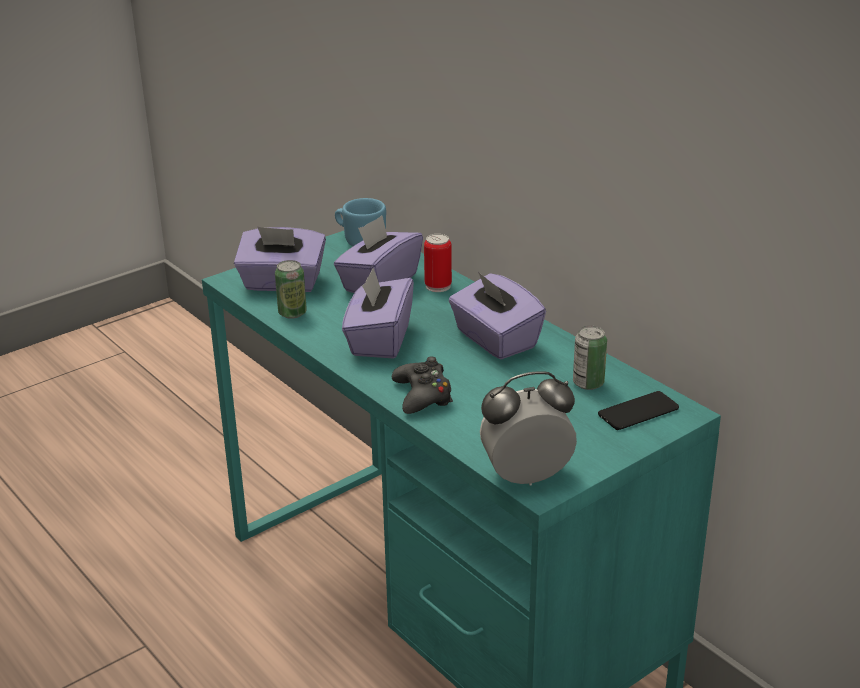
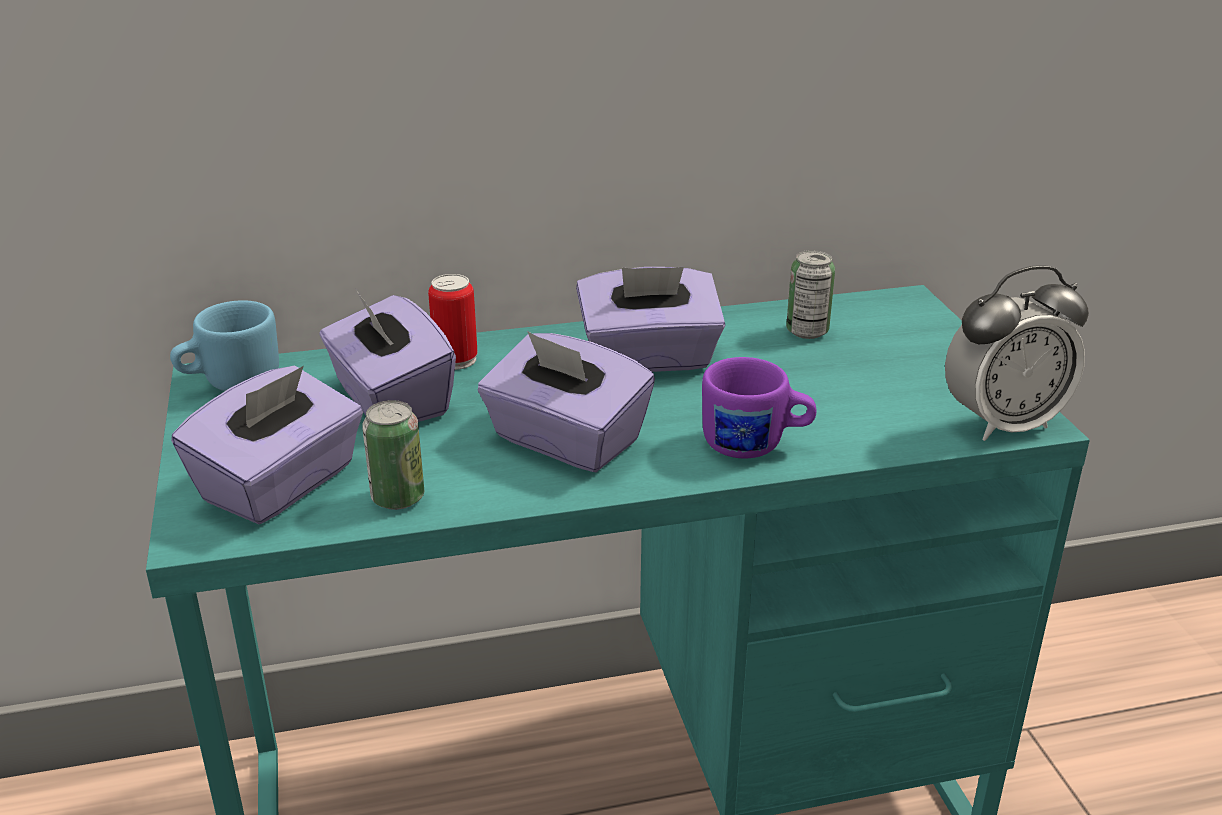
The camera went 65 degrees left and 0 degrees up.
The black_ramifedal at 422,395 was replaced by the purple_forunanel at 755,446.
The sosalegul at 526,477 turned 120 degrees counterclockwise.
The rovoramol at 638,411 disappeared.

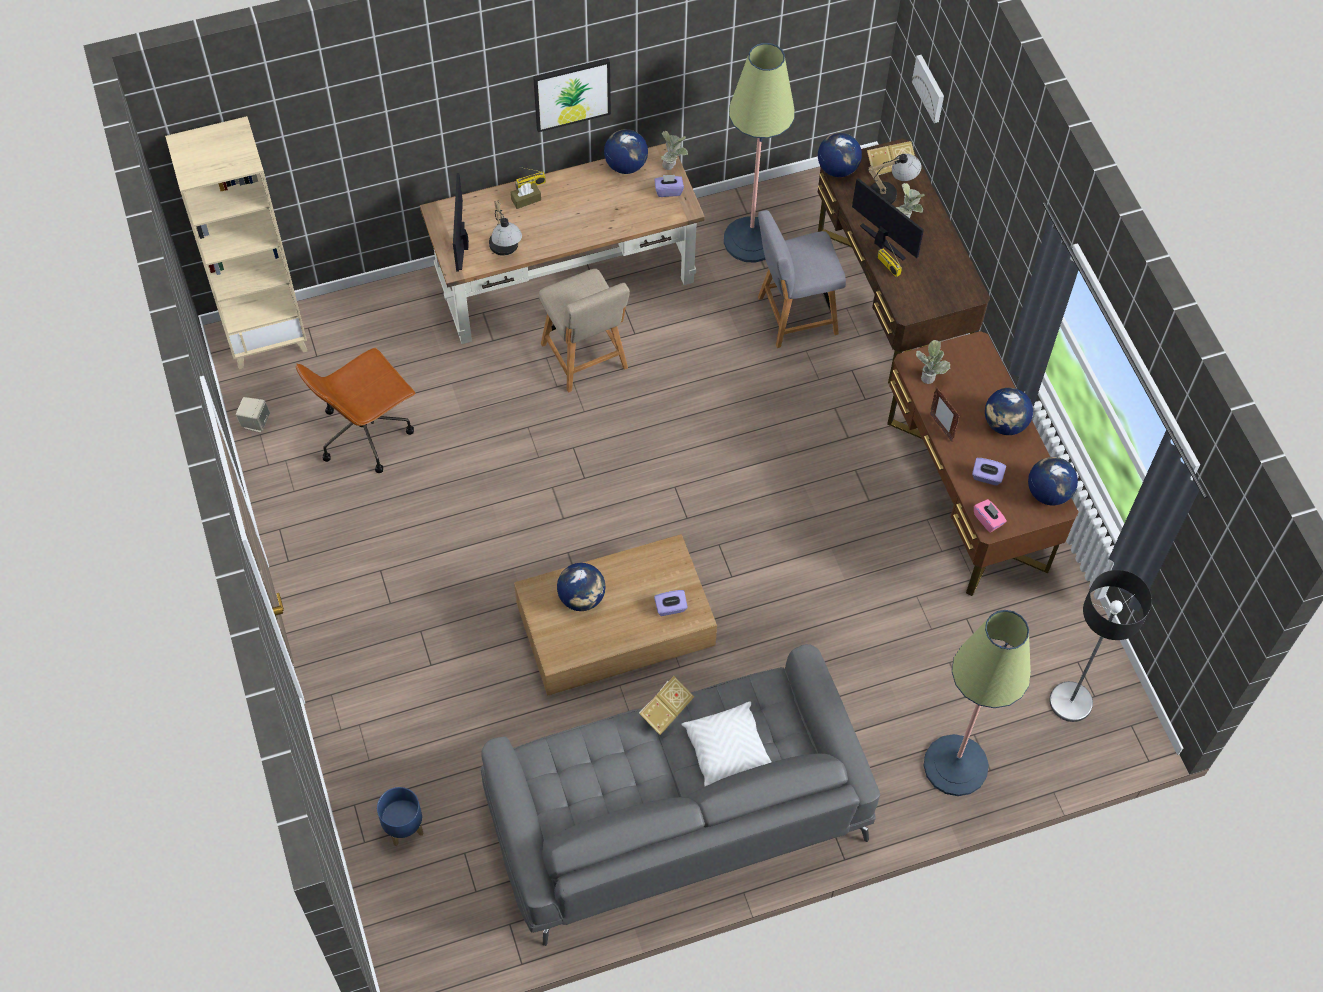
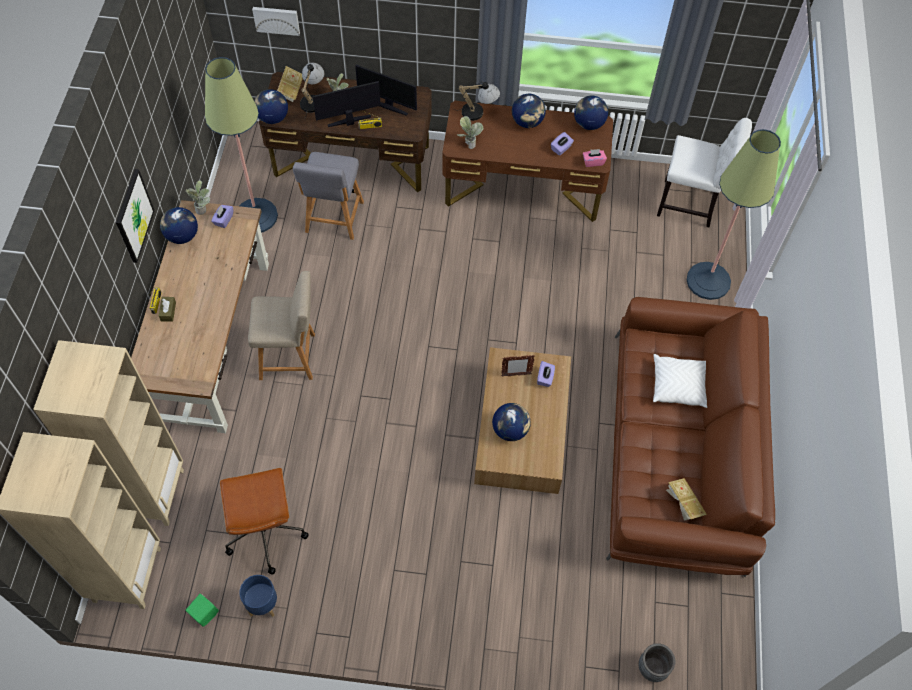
The camera went 65 degrees left and 0 degrees up.
The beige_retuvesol at 255,422 became the green_retuvesol at 204,614.
The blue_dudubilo moved from 403,827 to 263,605.
The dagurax moved from 463,246 to 388,106.
The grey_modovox at 675,811 became the brown_modovox at 676,451.
The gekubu moved from 506,250 to 478,113.
The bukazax moved from 665,710 to 683,504.
The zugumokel moved from 941,427 to 516,375.
The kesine at 1070,702 was replaced by the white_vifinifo at 690,205.
The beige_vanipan at 151,493 appeared.
The grey_dudubilo at 652,667 appeared.

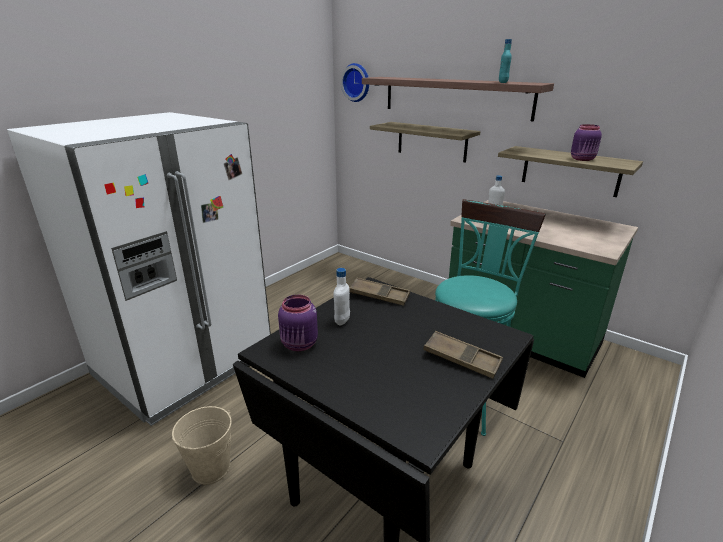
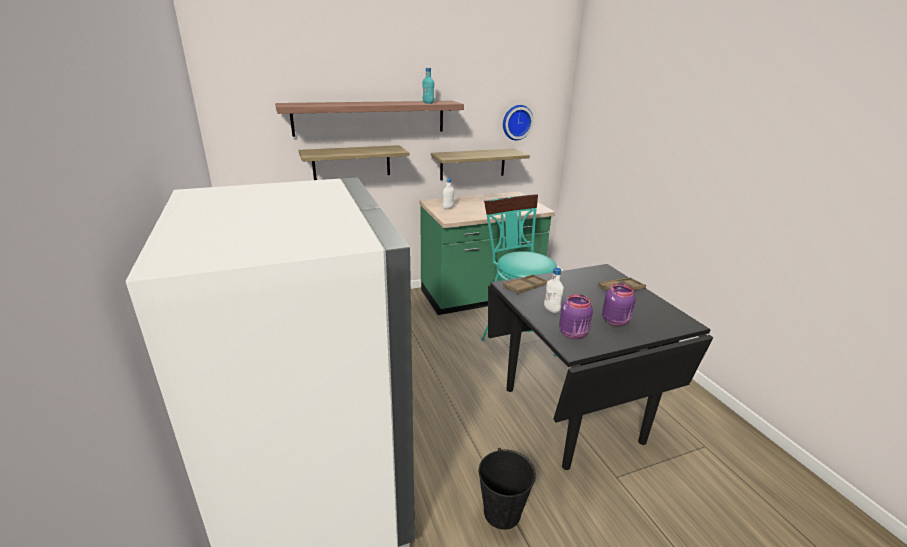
The camera went 60 degrees left and 0 degrees up.
The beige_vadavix at 211,468 became the black_vadavix at 502,512.
The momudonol moved from 357,82 to 516,122.
The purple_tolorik moved from 583,159 to 616,321.

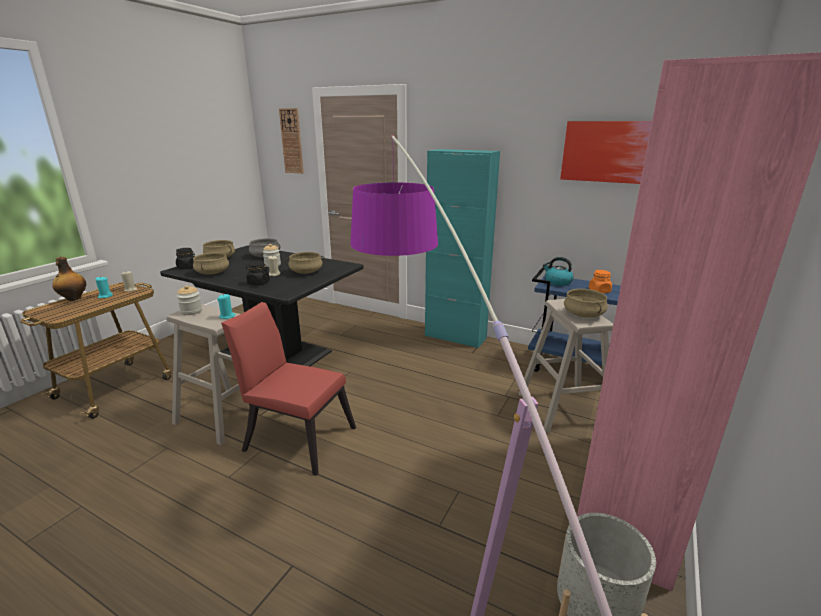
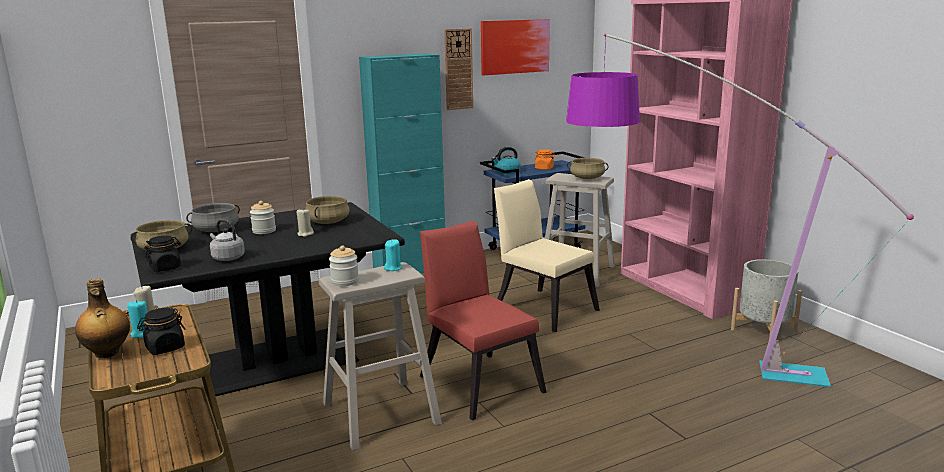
The camera went 55 degrees left and 5 degrees down.
The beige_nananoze at 212,273 was replaced by the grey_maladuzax at 227,258.
The red_vifinifo at 296,436 turned 90 degrees clockwise.
The black_tolorik moved from 258,283 to 165,348.
The momudonol moved from 292,141 to 458,69.
The beige_vifinifo at 542,307 appeared.

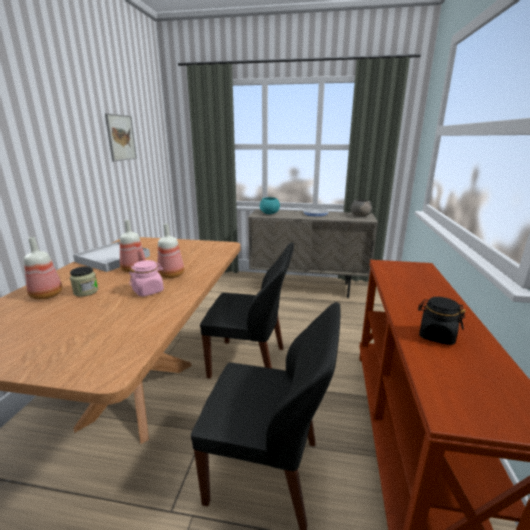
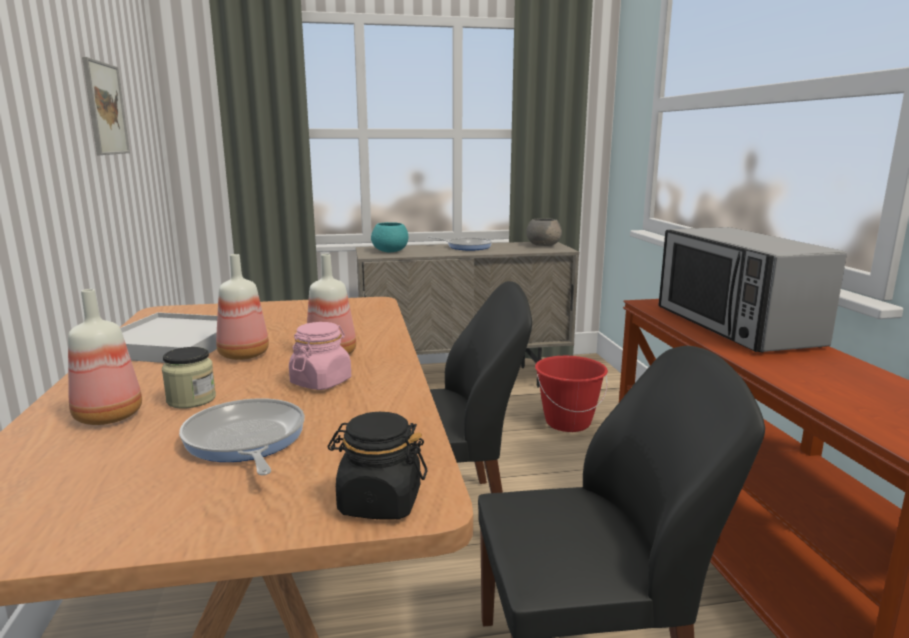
The camera went 20 degrees left and 5 degrees down.
The black_tolorik moved from 436,336 to 379,502.
The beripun at 245,441 appeared.
The red_vadavix at 567,422 appeared.
The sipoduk at 734,326 appeared.

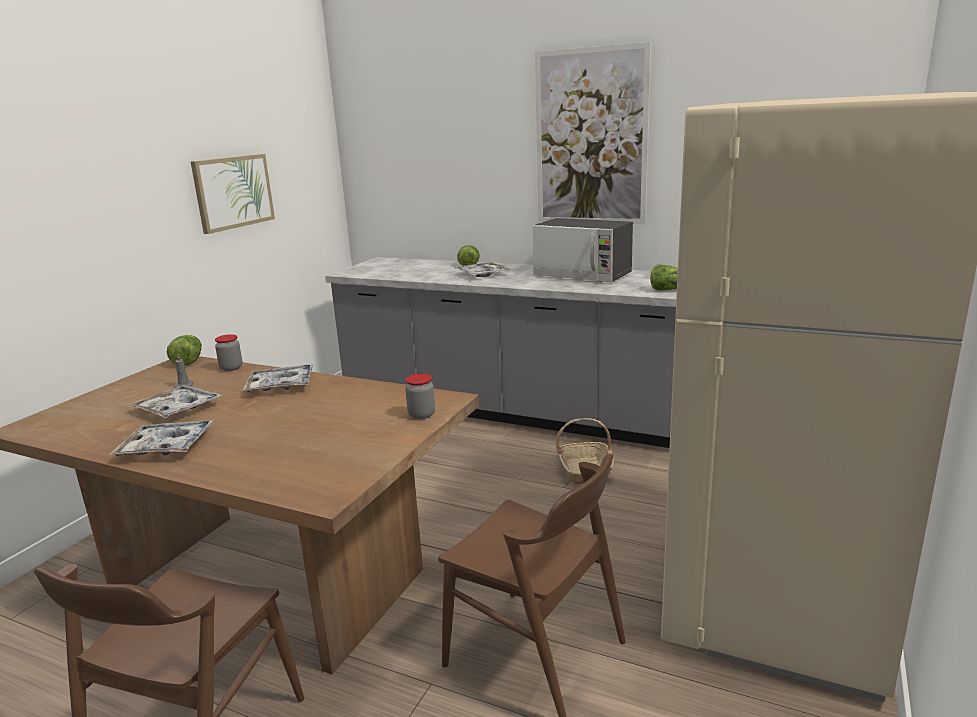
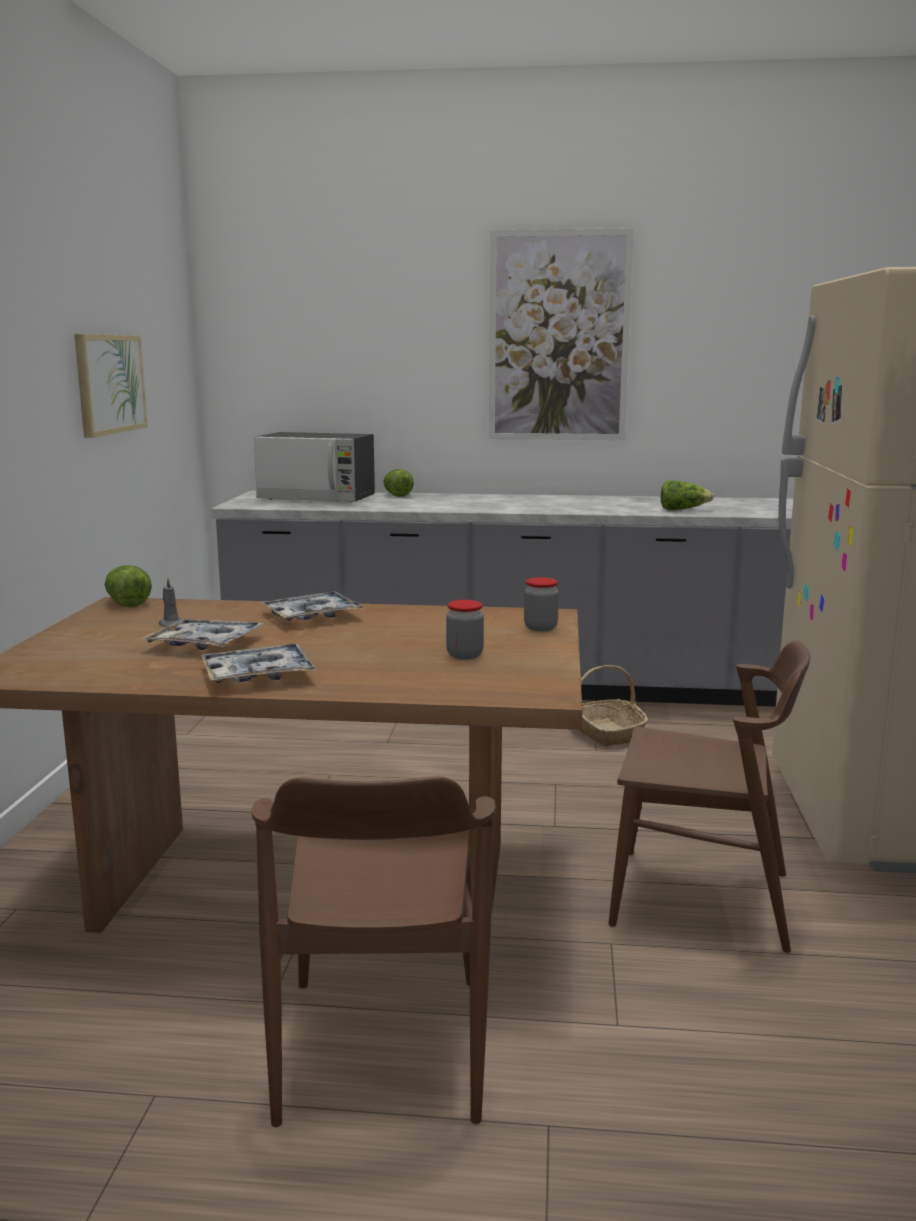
The camera went 20 degrees left and 5 degrees down.
The tolorik moved from 231,368 to 464,655.
The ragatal at 483,275 disappeared.
The sipoduk moved from 583,275 to 317,498.

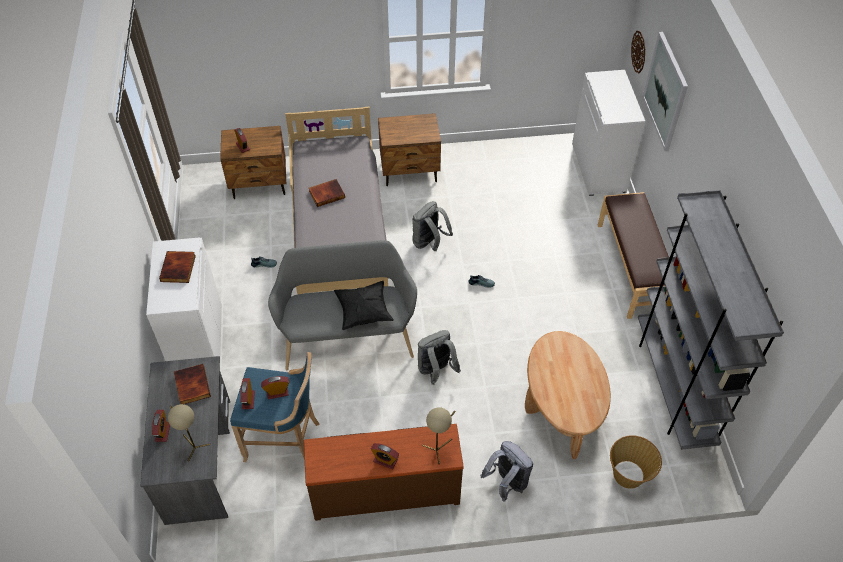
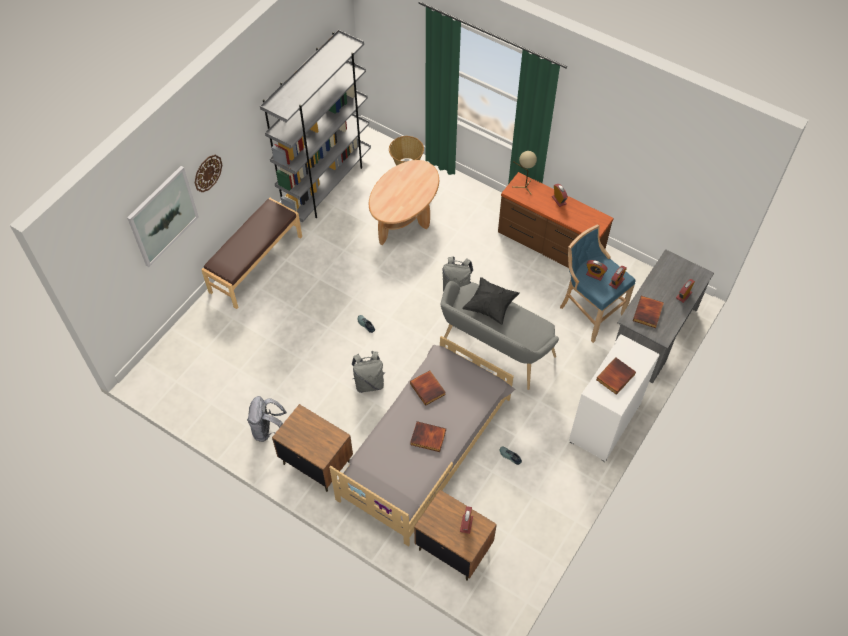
The camera went 140 degrees left and 5 degrees up.
The beige_gekubu at 193,446 disappeared.
The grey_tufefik moved from 507,482 to 268,430.
The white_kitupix at 599,168 disappeared.
The momudonol moved from 639,51 to 207,173.
The bukazax at 428,388 appeared.

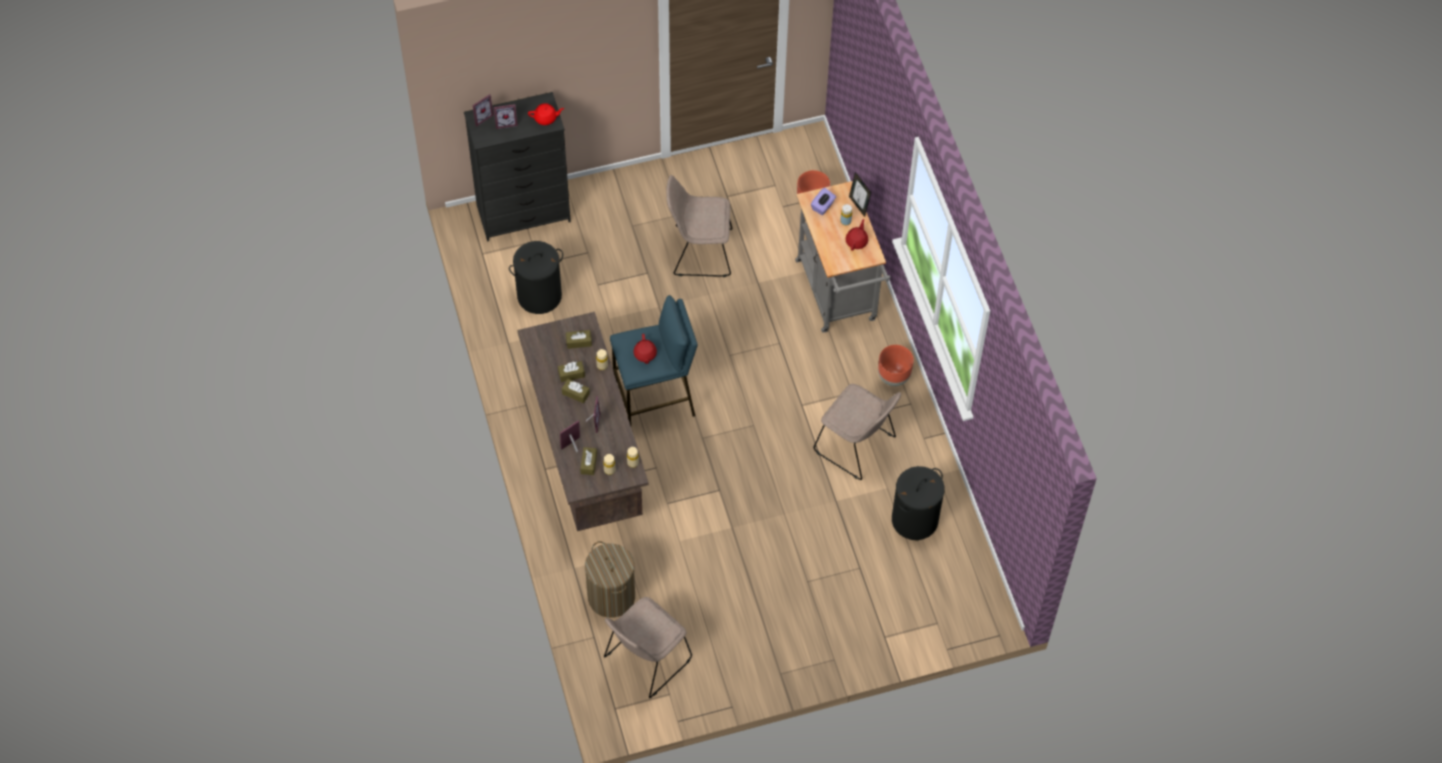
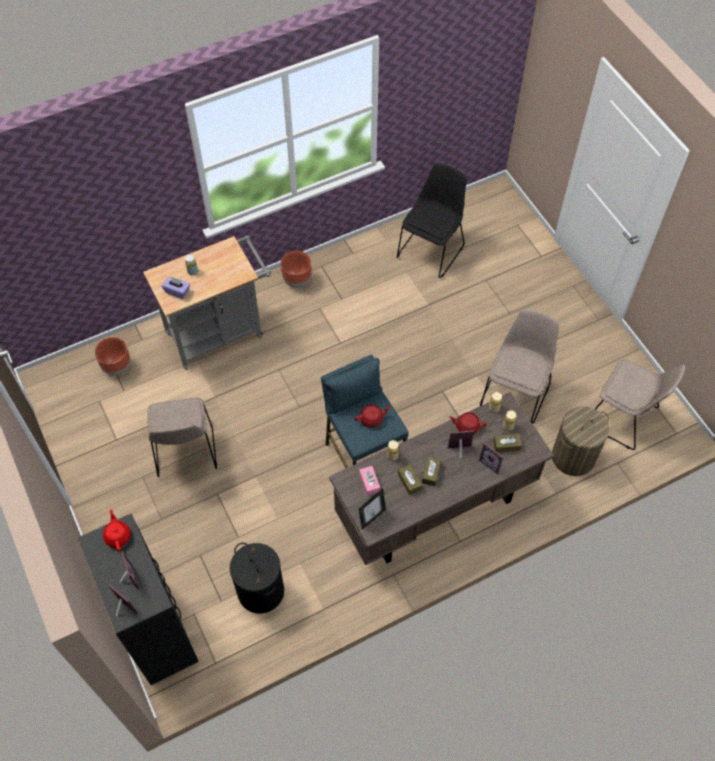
The camera went 100 degrees left and 0 degrees up.
The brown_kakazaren at 579,342 became the pink_kakazaren at 369,483.
The beige_vifinifo moved from 857,446 to 515,393.
The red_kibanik moved from 857,241 to 467,426.
The zugumokel moved from 858,205 to 372,517.
The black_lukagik at 914,520 was replaced by the black_vifinifo at 431,250.

